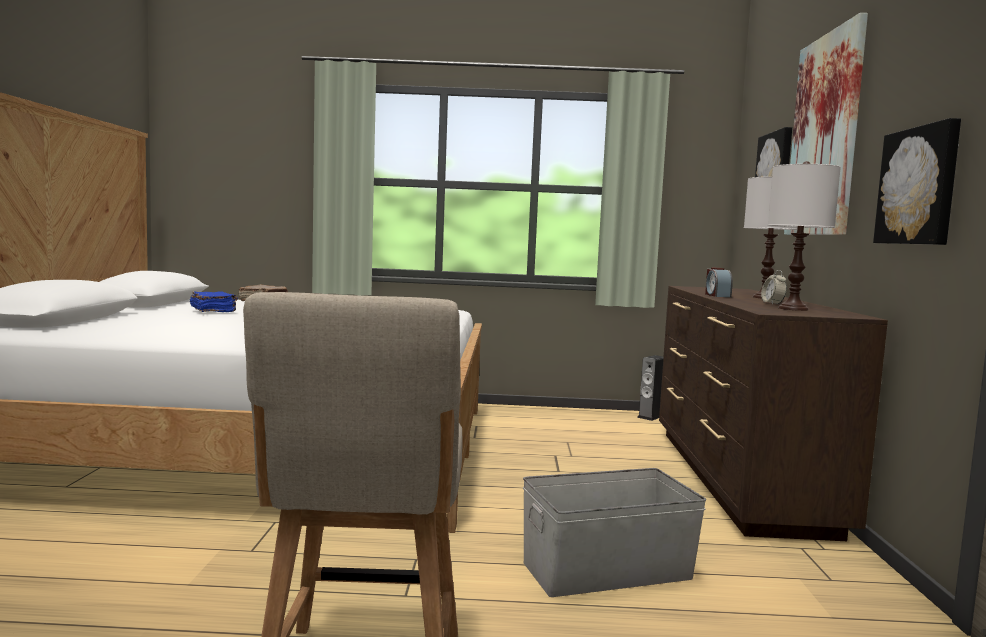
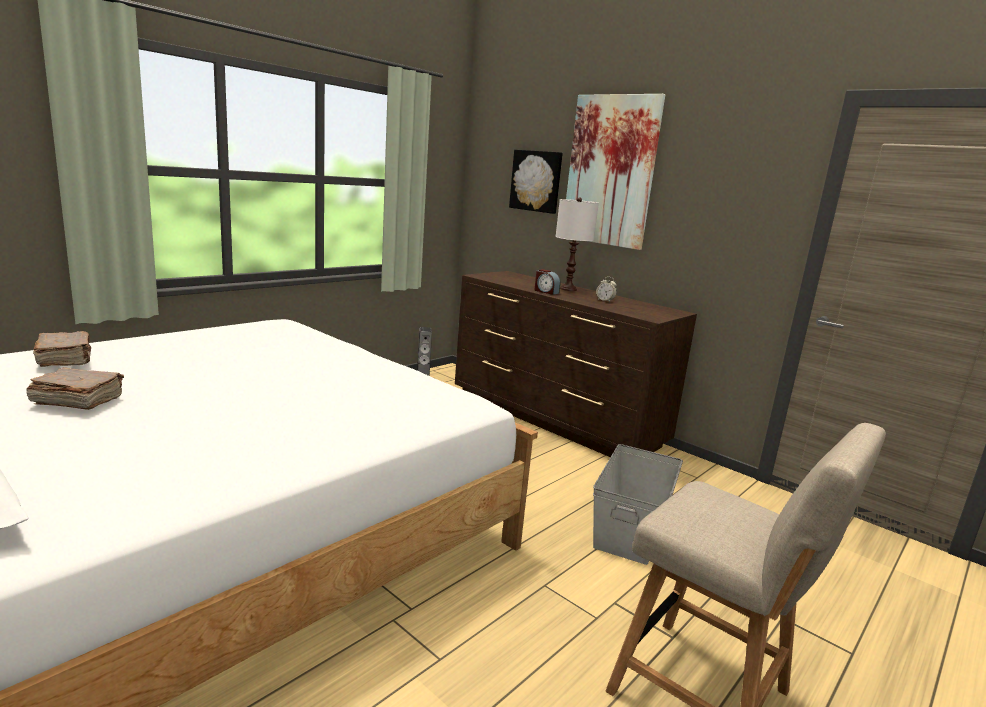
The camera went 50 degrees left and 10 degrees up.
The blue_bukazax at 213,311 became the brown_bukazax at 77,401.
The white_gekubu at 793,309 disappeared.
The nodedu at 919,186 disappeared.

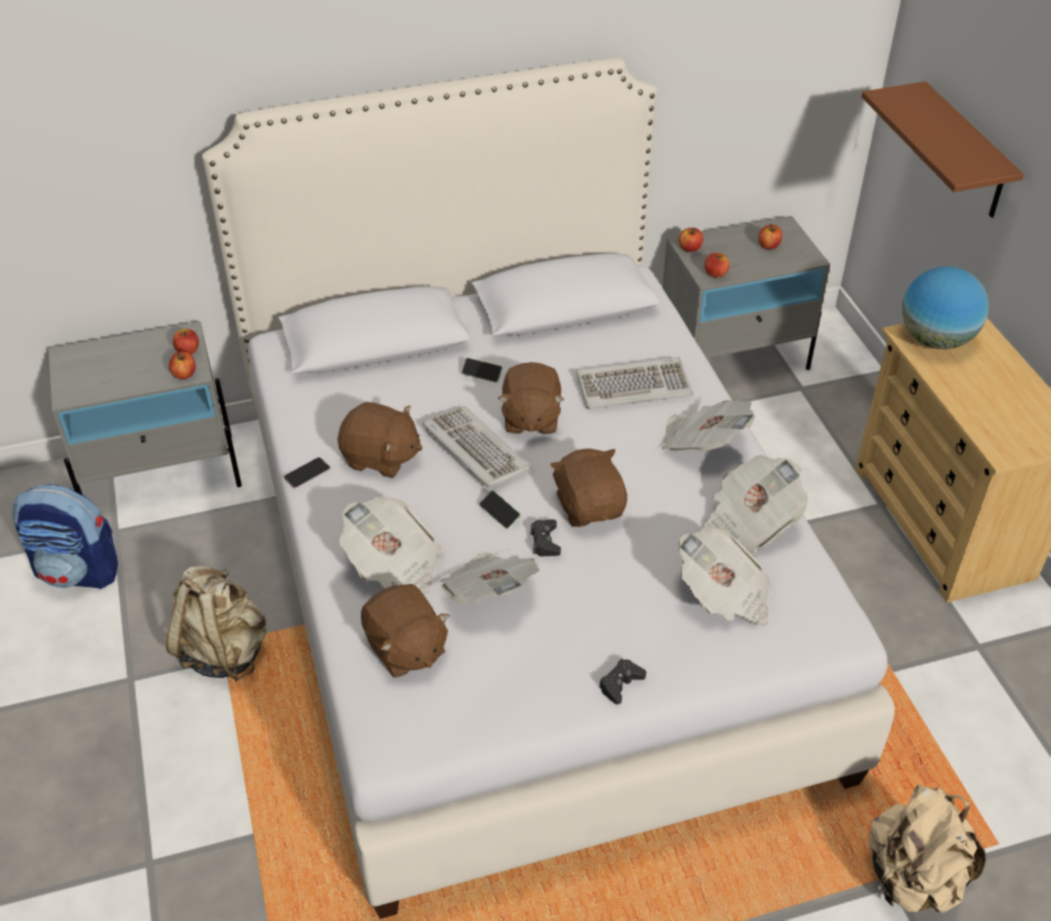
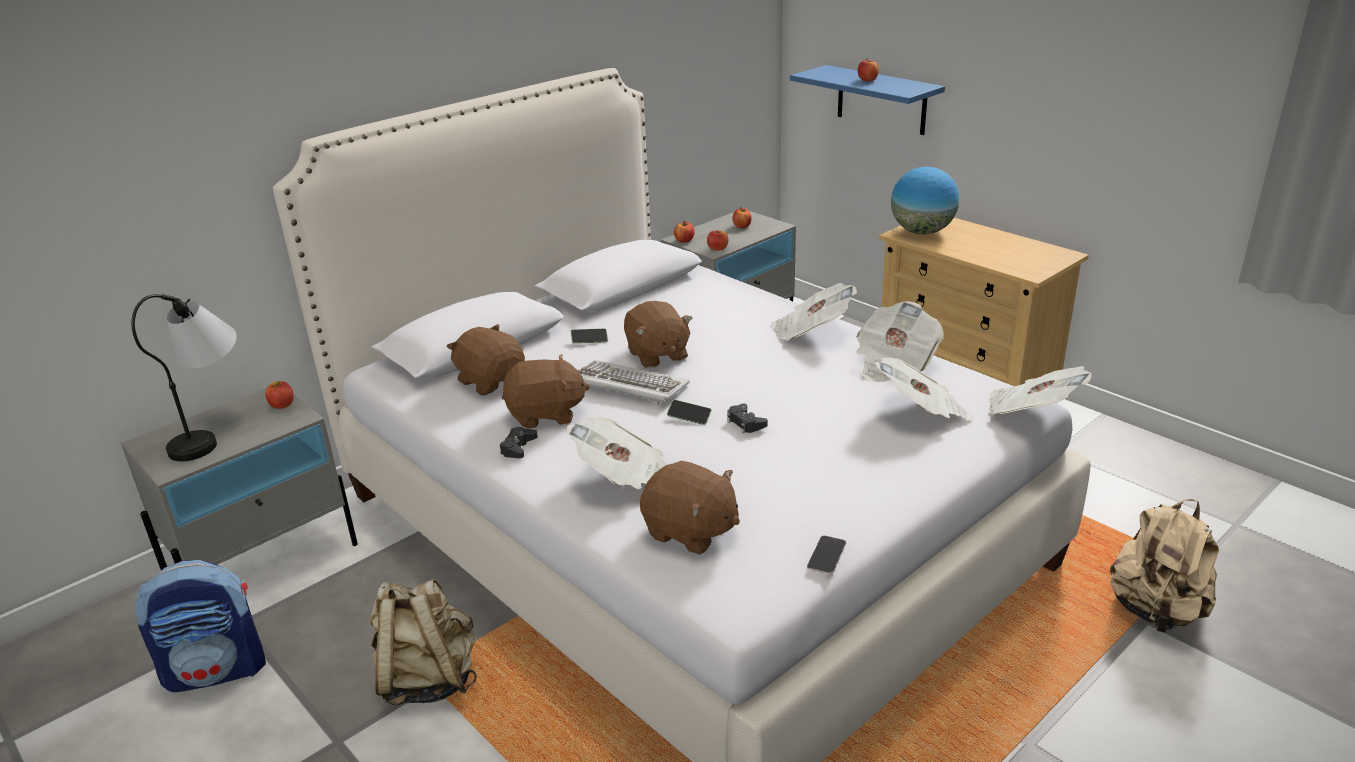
The camera went 25 degrees left and 15 degrees down.
The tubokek moved from 184,374 to 867,80.
The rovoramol moved from 307,473 to 826,555.
The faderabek moved from 489,593 to 1031,412.
The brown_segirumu moved from 589,506 to 491,381.
The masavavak at 633,386 disappeared.
The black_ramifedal moved from 620,684 to 518,447.
The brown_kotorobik at 965,153 became the blue_kotorobik at 881,100.
The gekubu at 215,432 appeared.

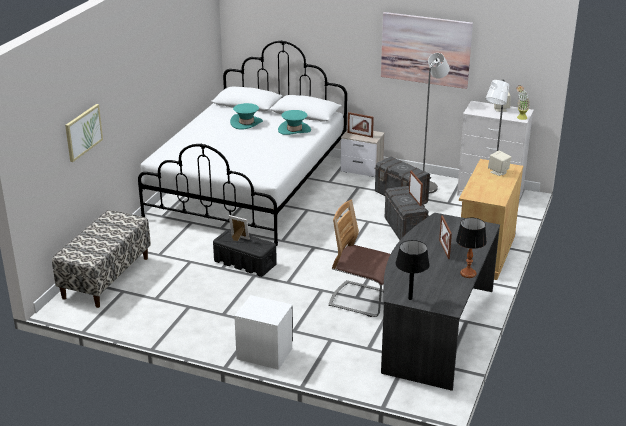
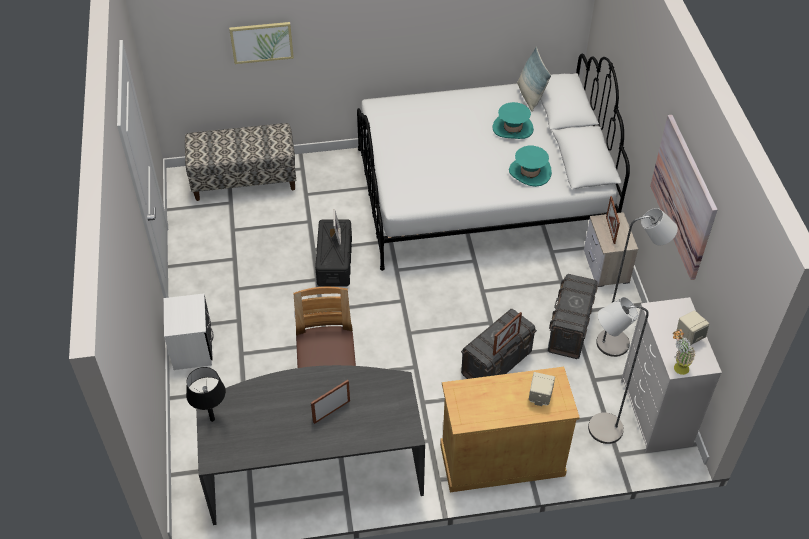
The camera went 60 degrees right and 20 degrees up.
The gekubu at 468,273 disappeared.
The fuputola at 530,96 appeared.

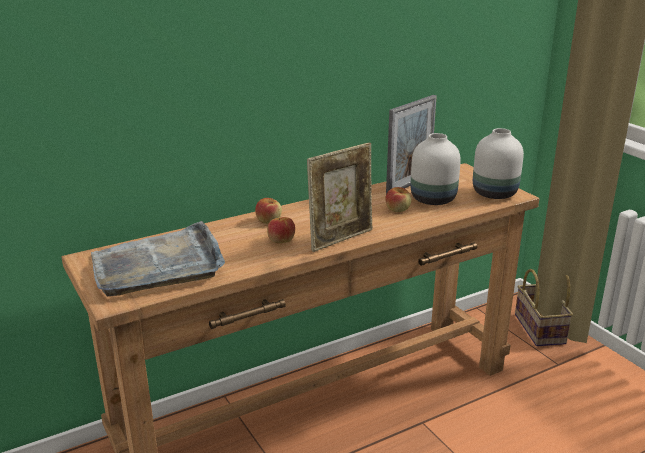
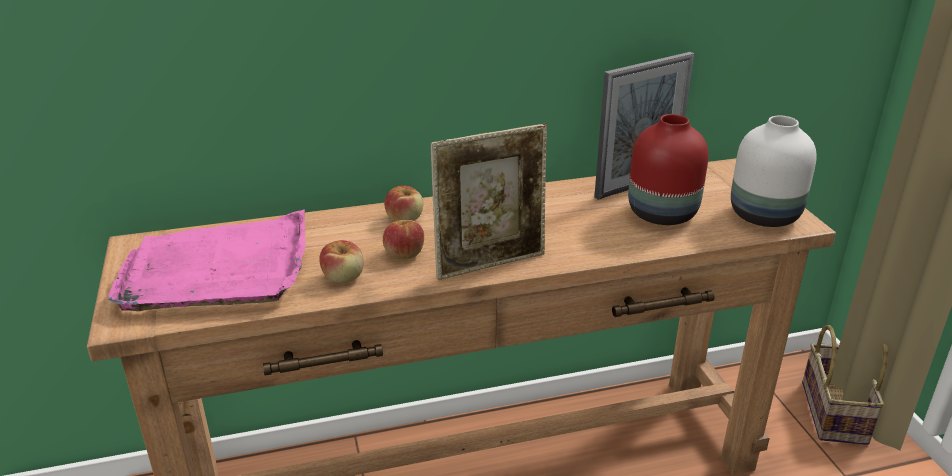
The camera went 15 degrees right and 5 degrees up.
The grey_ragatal at 158,265 became the pink_ragatal at 218,269.
The tubokek moved from 398,209 to 343,277.
The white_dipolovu at 431,199 became the red_dipolovu at 660,213.

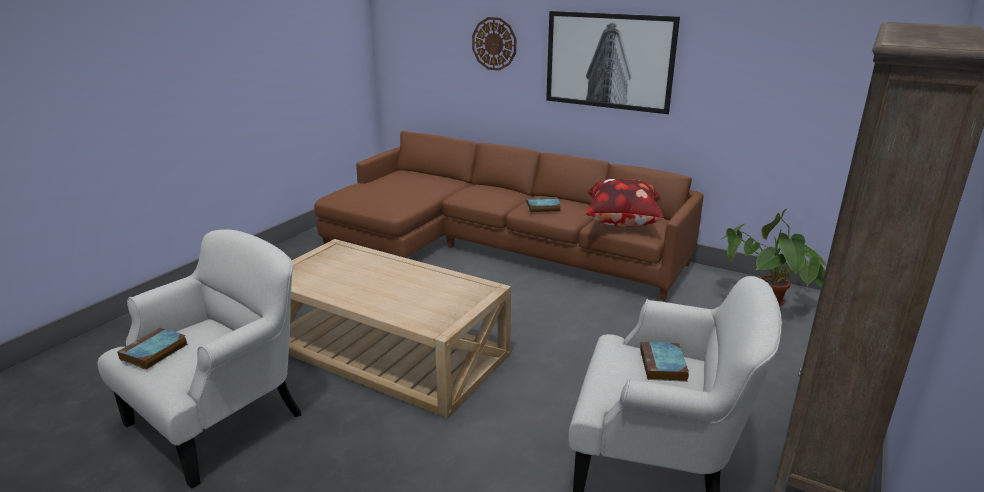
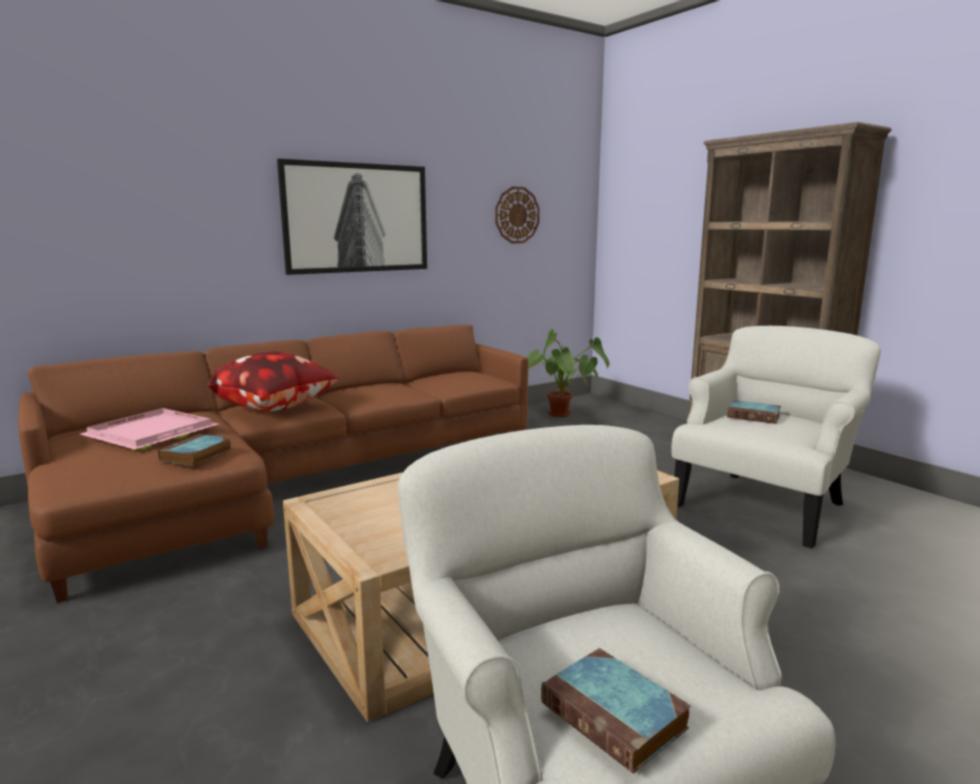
The camera went 65 degrees left and 10 degrees down.
The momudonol moved from 494,44 to 517,215.
The bukazax moved from 542,207 to 195,455.
The fuputola moved from 622,224 to 277,408.
The pink_ragatal at 152,432 appeared.

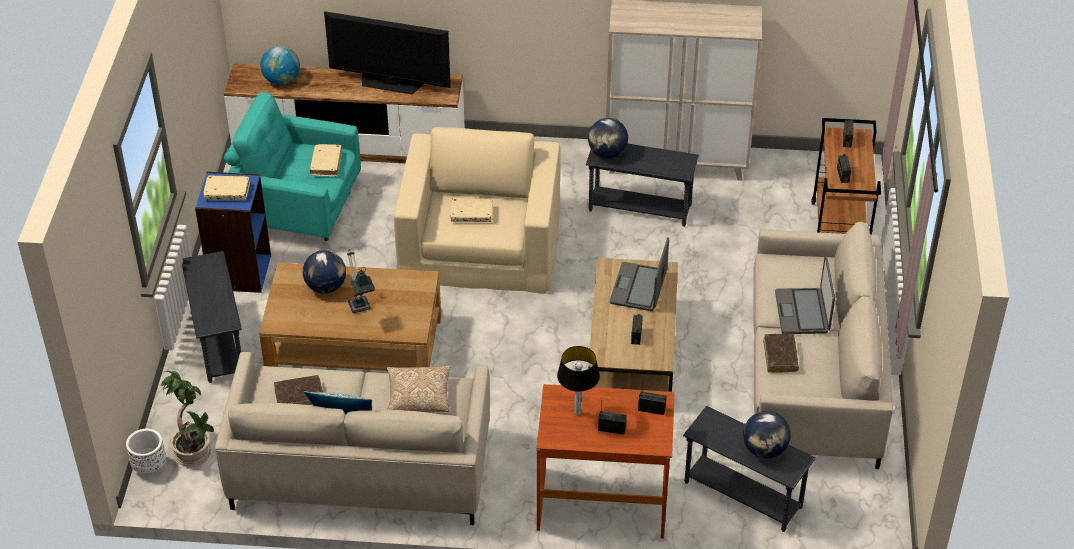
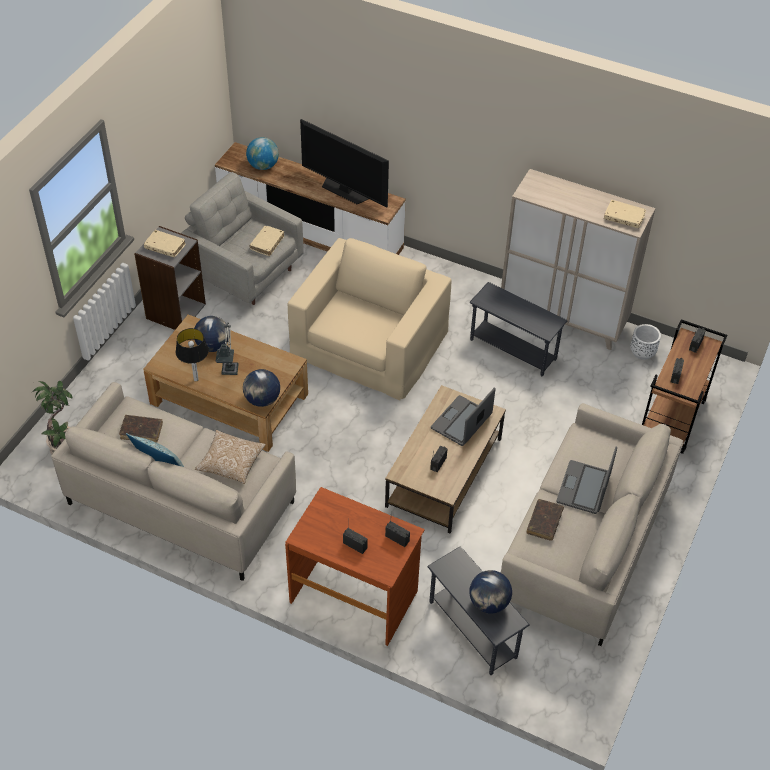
The camera went 20 degrees right and 5 degrees up.
The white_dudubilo moved from 149,466 to 642,352.
The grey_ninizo at 218,342 disappeared.
The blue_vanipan at 239,272 became the grey_vanipan at 175,311.
The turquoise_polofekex at 297,208 became the grey_polofekex at 245,272.
The beige_bukazax moved from 471,214 to 624,218.
The gekubu moved from 578,412 to 196,379.
The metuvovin moved from 607,153 to 262,400.

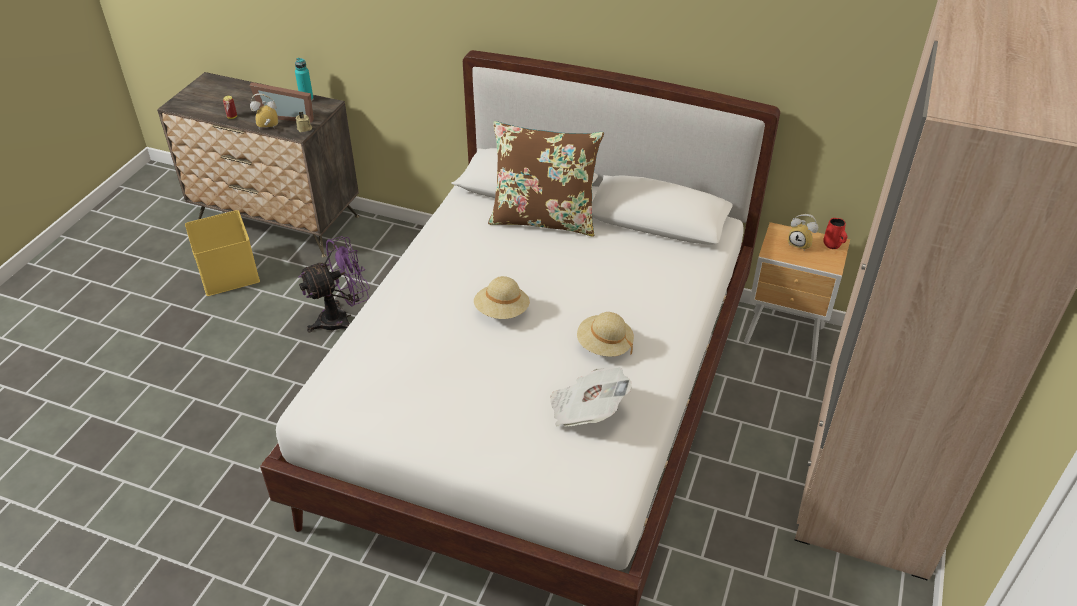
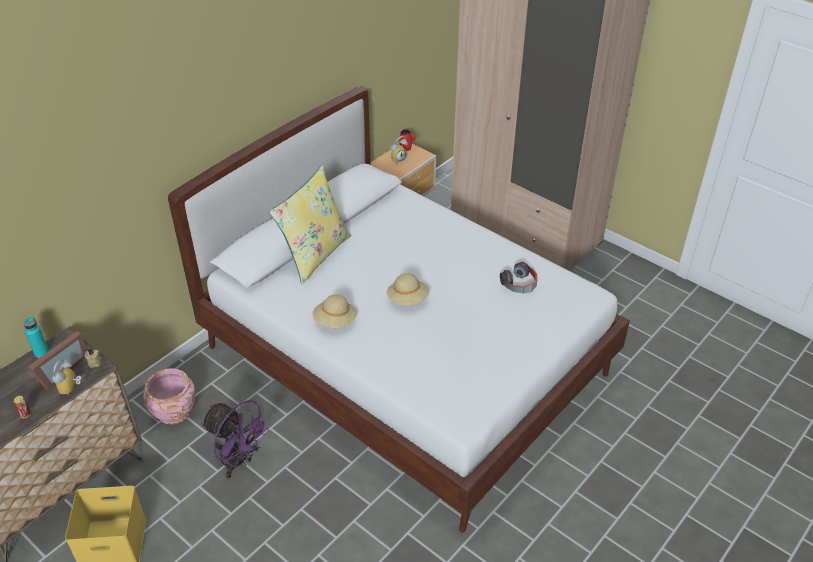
The camera went 70 degrees left and 0 degrees up.
The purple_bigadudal at 342,318 turned 135 degrees clockwise.
The brown_fuputola at 544,219 became the yellow_fuputola at 315,254.
The faderabek at 587,411 was replaced by the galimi at 519,284.
The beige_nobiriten moved from 604,346 to 335,321.
The pink_dudubilo at 174,411 appeared.

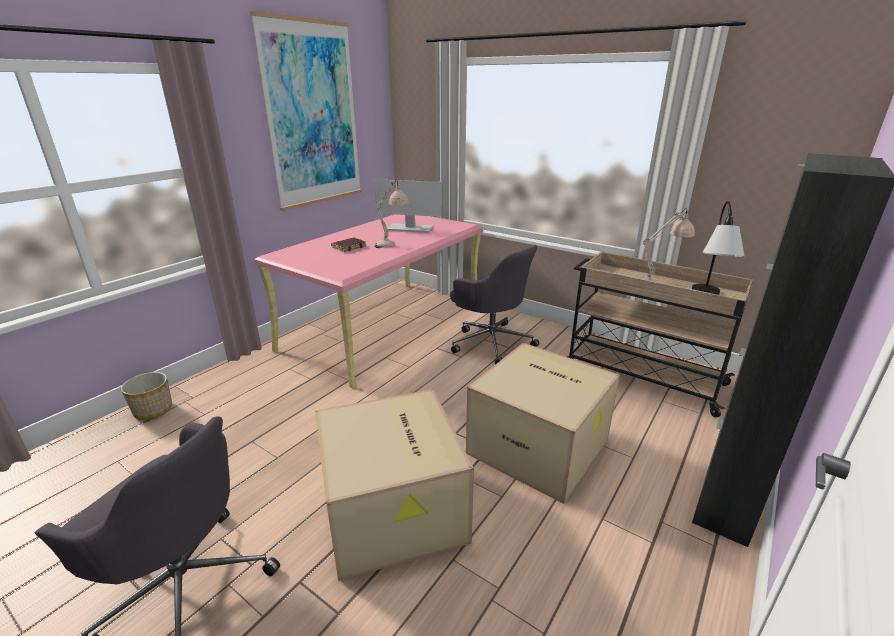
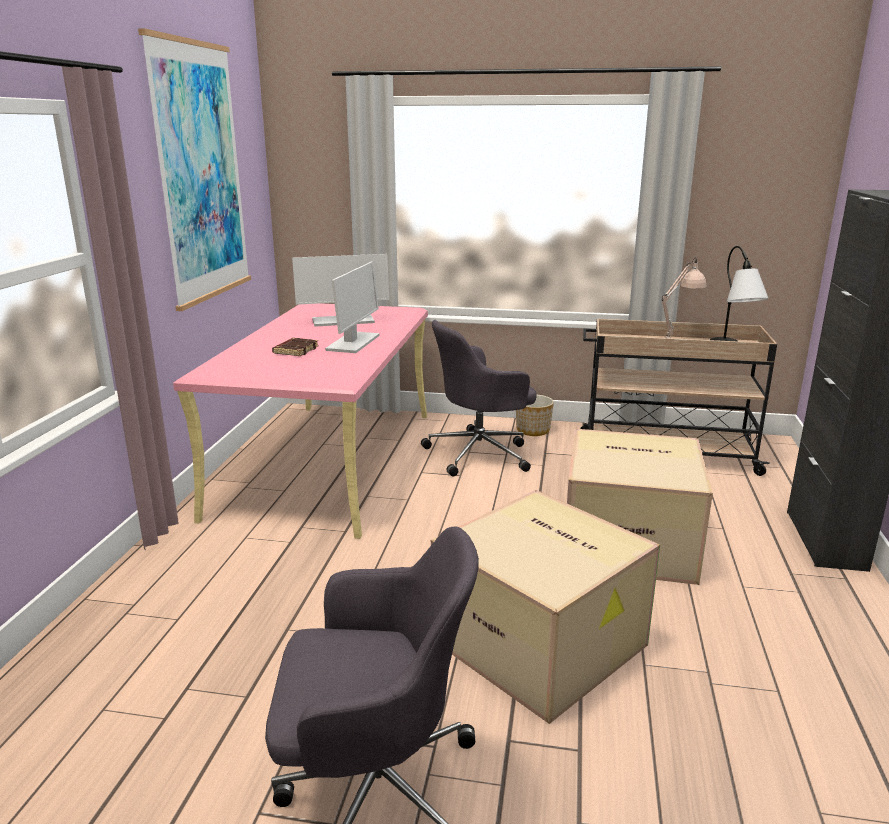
The camera went 25 degrees left and 5 degrees down.
The dudubilo moved from 154,410 to 533,430.
The beige_gekubu at 392,246 was replaced by the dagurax at 353,343.
The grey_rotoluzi at 491,342 turned 135 degrees clockwise.

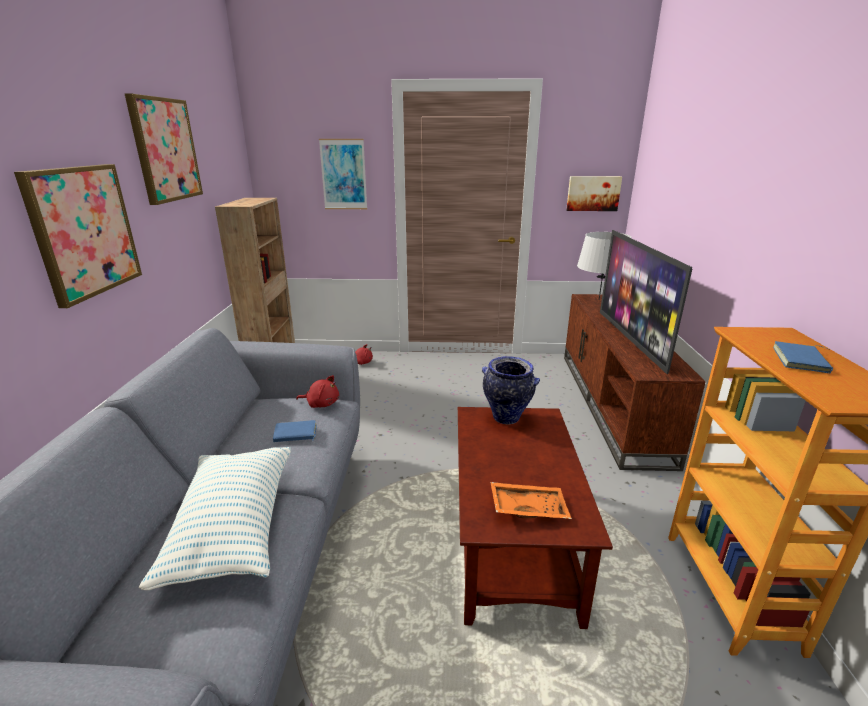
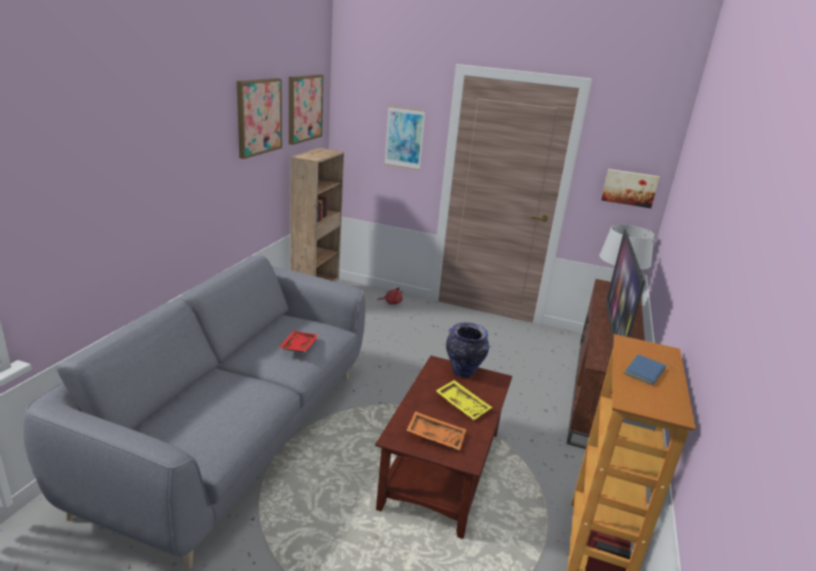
The camera went 15 degrees right and 0 degrees up.
The nodedu moved from 84,231 to 304,108.
The fuputola at 233,527 disappeared.
The blue_bukazax at 295,434 was replaced by the red_ragatal at 298,346.
The red_segirumu at 321,404 disappeared.
The yellow_ragatal at 463,405 appeared.

